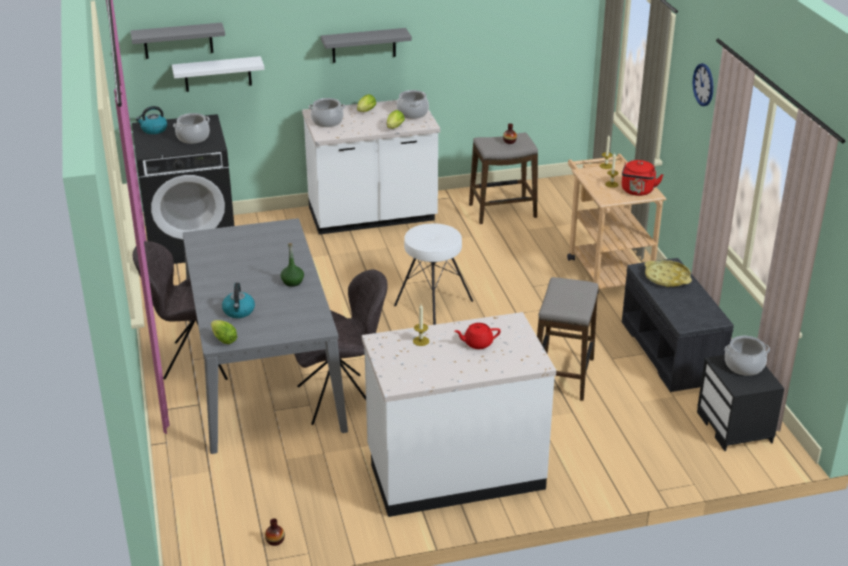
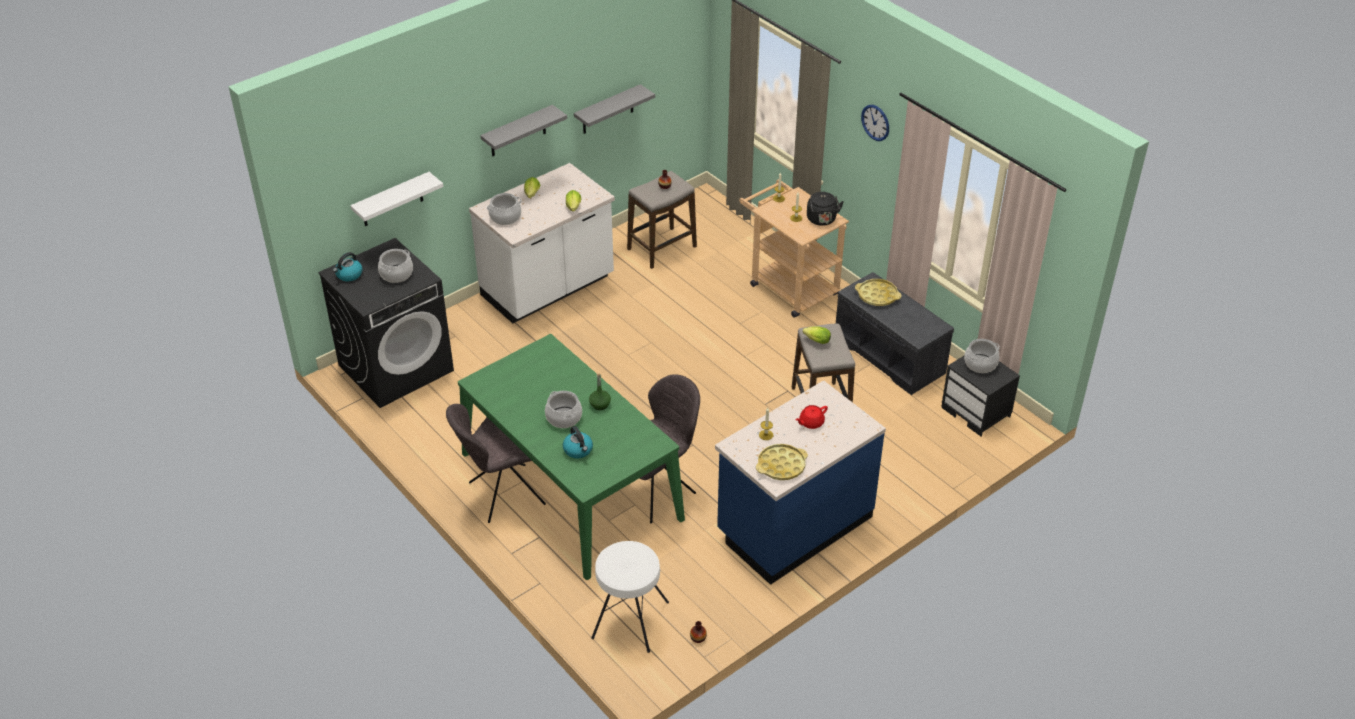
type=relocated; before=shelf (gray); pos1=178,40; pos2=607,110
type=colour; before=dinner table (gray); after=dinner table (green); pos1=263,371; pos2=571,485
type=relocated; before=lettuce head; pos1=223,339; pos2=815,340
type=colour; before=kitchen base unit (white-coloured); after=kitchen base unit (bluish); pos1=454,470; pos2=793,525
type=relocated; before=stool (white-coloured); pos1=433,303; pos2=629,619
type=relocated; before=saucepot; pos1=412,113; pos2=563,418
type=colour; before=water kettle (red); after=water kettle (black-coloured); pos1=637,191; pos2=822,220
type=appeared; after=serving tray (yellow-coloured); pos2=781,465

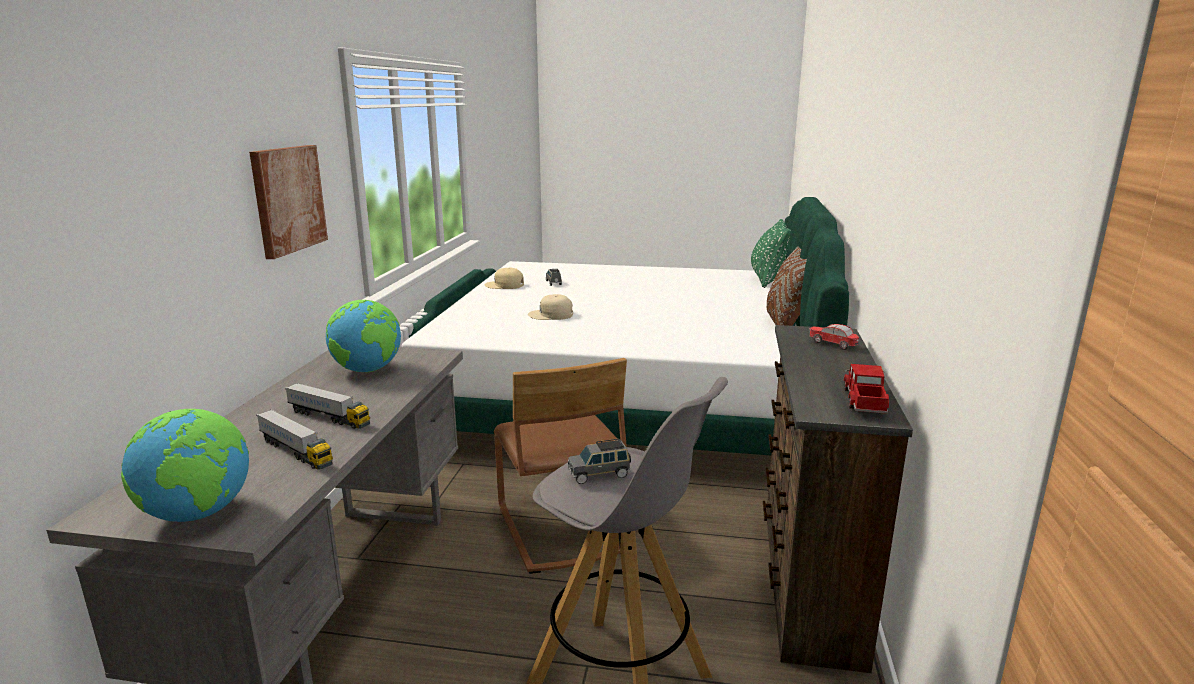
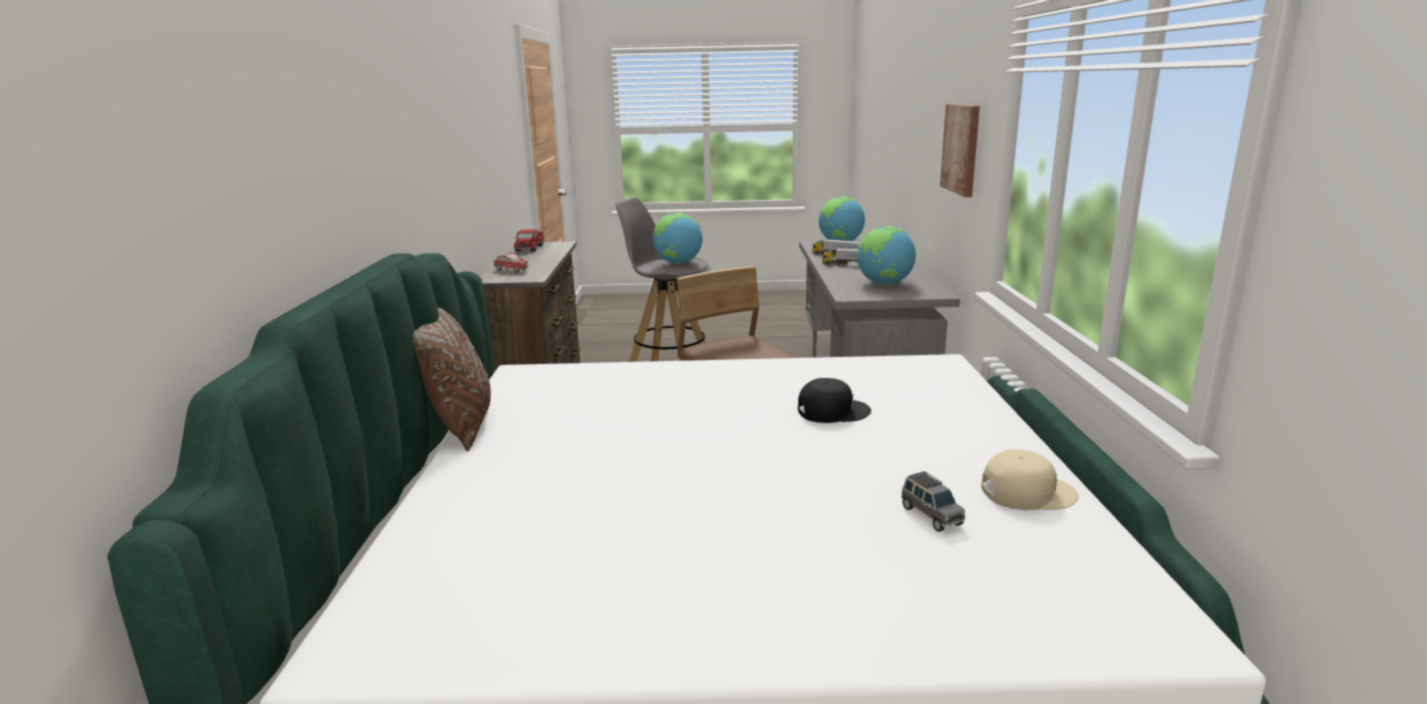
type=colour; before=baseball cap (sand-coloured); after=baseball cap (black-coloured); pos1=551,315; pos2=832,411
type=exchanged; before=toy car (gray); after=desk globe; pos1=599,474; pos2=678,263
type=missing; before=pillow (green); pos1=769,280

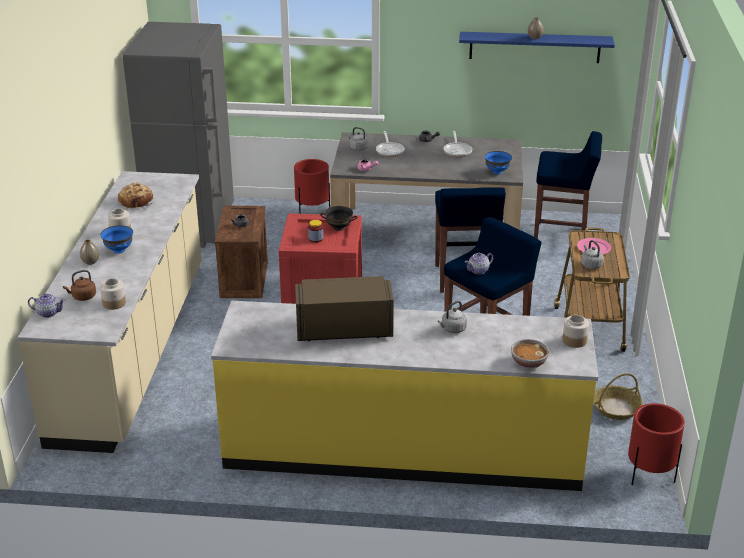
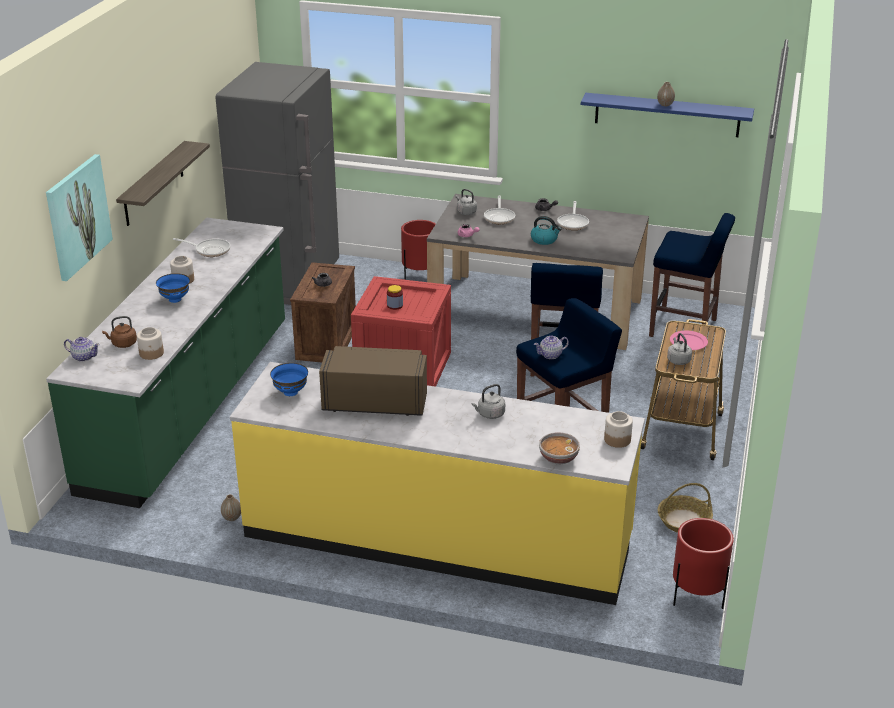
type=colour; before=kitchen base unit (sand-coloured); after=kitchen base unit (green); pos1=133,350; pos2=190,406
type=relocated; before=decorative vase; pos1=90,262; pos2=232,518
type=exchanged; before=baked bread; after=pan; pos1=136,201; pos2=210,250
type=missing; before=serving bowl (black-coloured); pos1=339,228
type=relocated; before=serving bowl (bluish); pos1=497,172; pos2=291,392
type=appeared; after=wall picture; pos2=78,216
type=appeared; after=shelf; pos2=153,184
type=appeared; after=water kettle; pos2=544,240

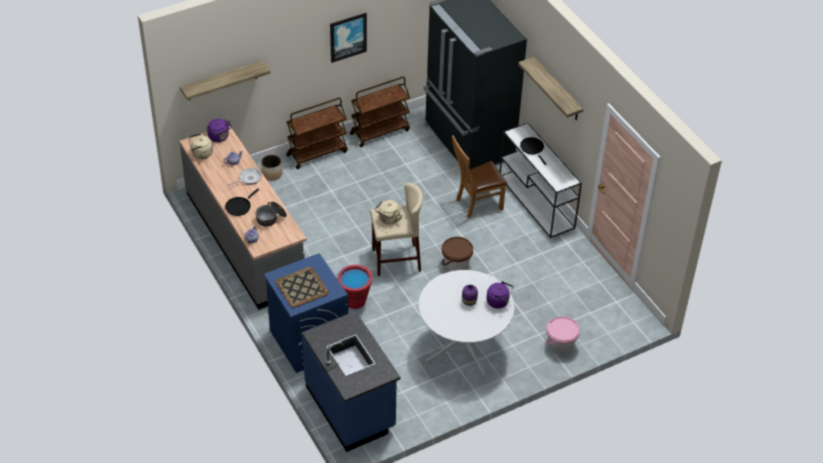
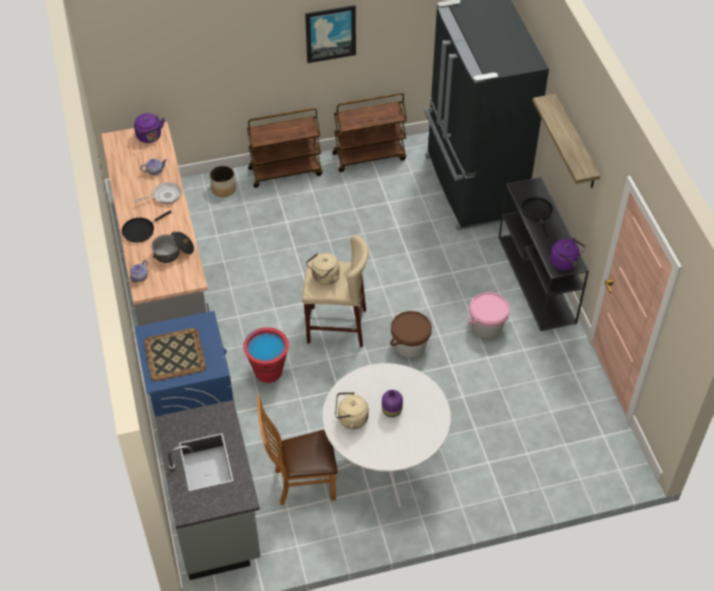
type=missing; before=shelf; pos1=222,81
type=relocated; before=water kettle (sand-coloured); pos1=201,154; pos2=350,419
type=colour; before=kitchen base unit (bluish); after=kitchen base unit (gray); pos1=351,407; pos2=216,518
type=relocated; before=plain chair (brown-coloured); pos1=476,204; pos2=300,483
type=relocated; before=water kettle (purple); pos1=499,302; pos2=565,263
type=colour; before=hall table (white-coloured); after=hall table (black-coloured); pos1=537,202; pos2=537,280
type=relocated; before=bucket (pinkish); pos1=560,344; pos2=487,326

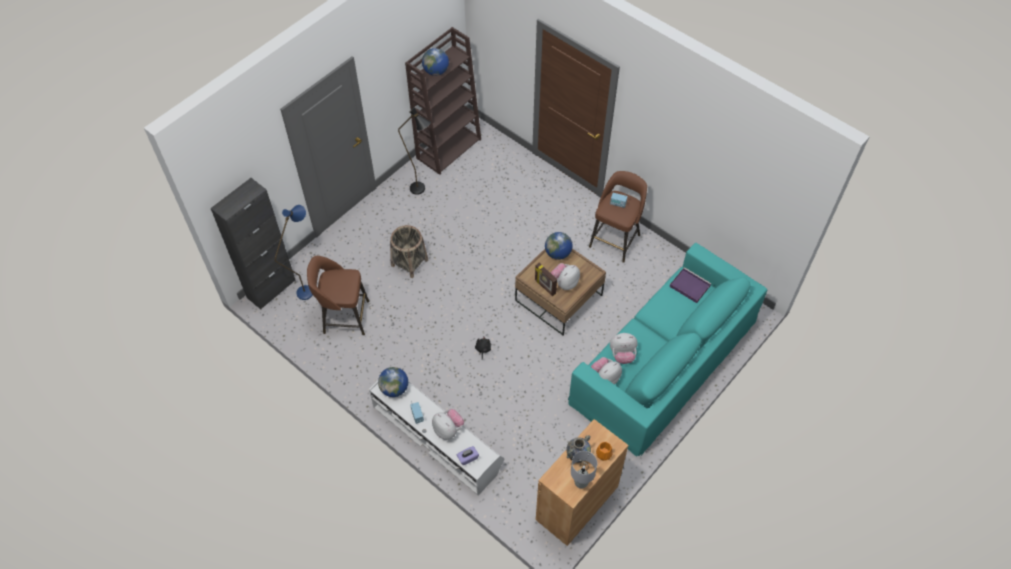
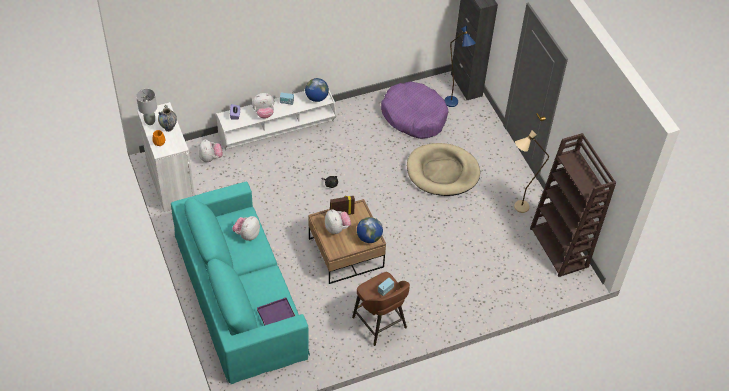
type=exchanged; before=stool (brown-coloured); after=dog cushion (purple); pos1=344,317; pos2=414,116
type=exchanged; before=household basket; after=dog cushion (sand-coloured); pos1=409,262; pos2=442,172
type=colour; before=floor lamp (black-coloured); after=floor lamp (sand-coloured); pos1=422,191; pos2=516,209
type=missing; before=desk globe; pos1=436,71
type=colour; before=cabinet (brown-coloured); after=cabinet (white-coloured); pos1=577,503; pos2=171,183
type=relocated; before=soft toy; pos1=605,378; pos2=210,158

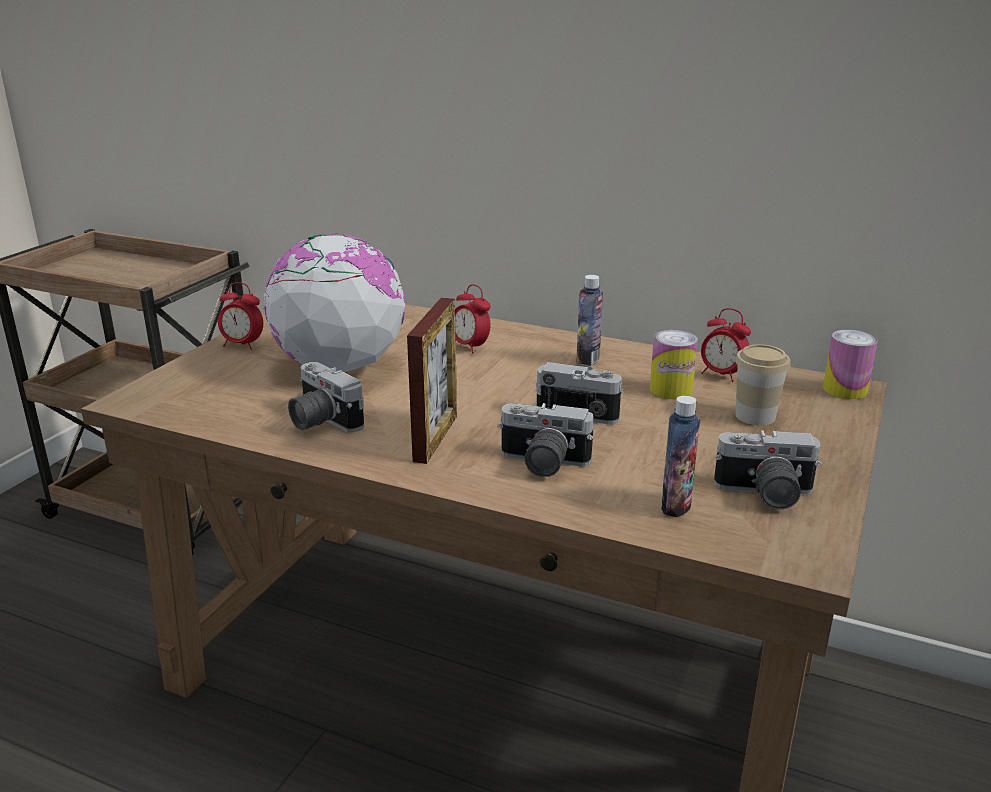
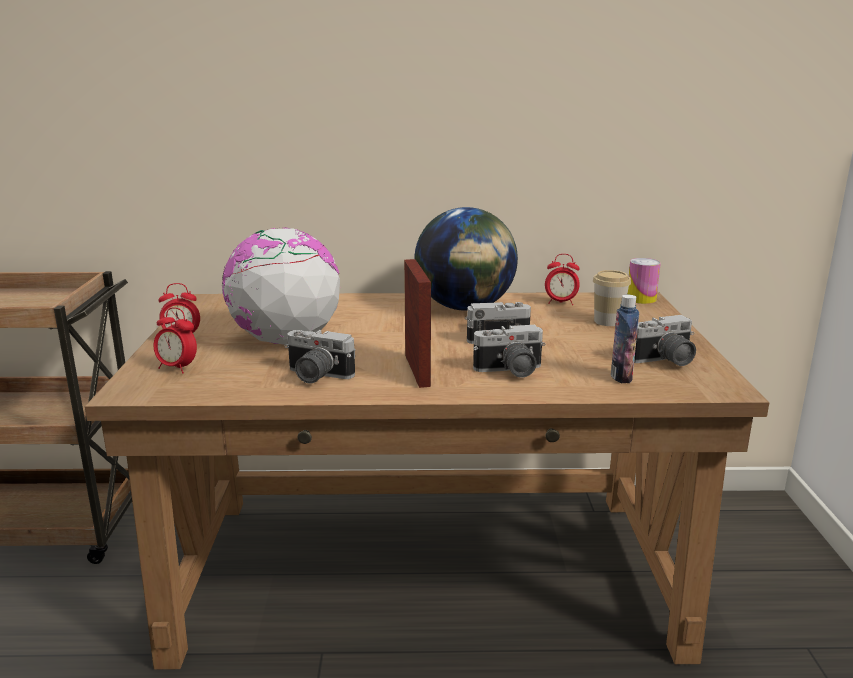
type=relocated; before=alarm clock; pos1=470,347; pos2=177,368
type=exchanged; before=drink bottle; after=desk globe; pos1=588,360; pos2=465,308
type=missing; before=can; pos1=670,390

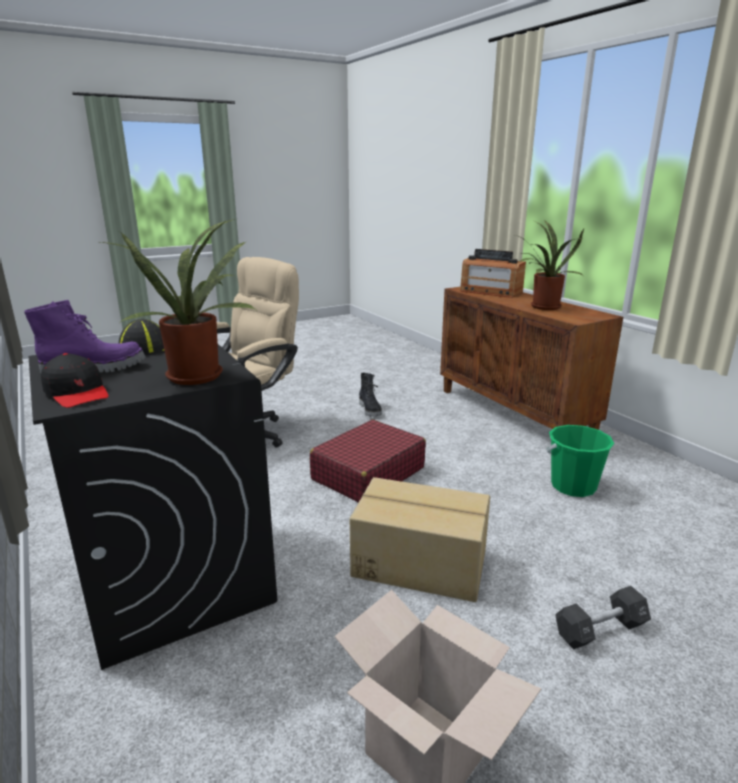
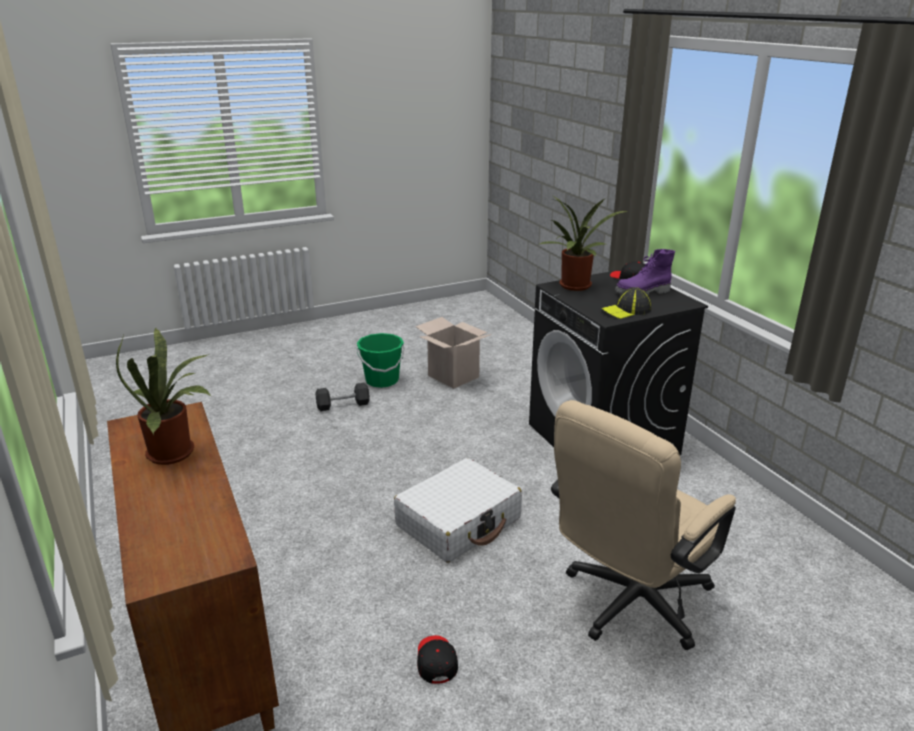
type=colour; before=travel case (red); after=travel case (white-coloured); pos1=368,474; pos2=459,522
type=missing; before=carton; pos1=419,562
type=exchanged; before=high-top boot (black-coloured); after=baseball cap (black-coloured); pos1=370,410; pos2=436,661
type=missing; before=radio set; pos1=490,292
type=relocated; before=bucket (green); pos1=573,486; pos2=382,380

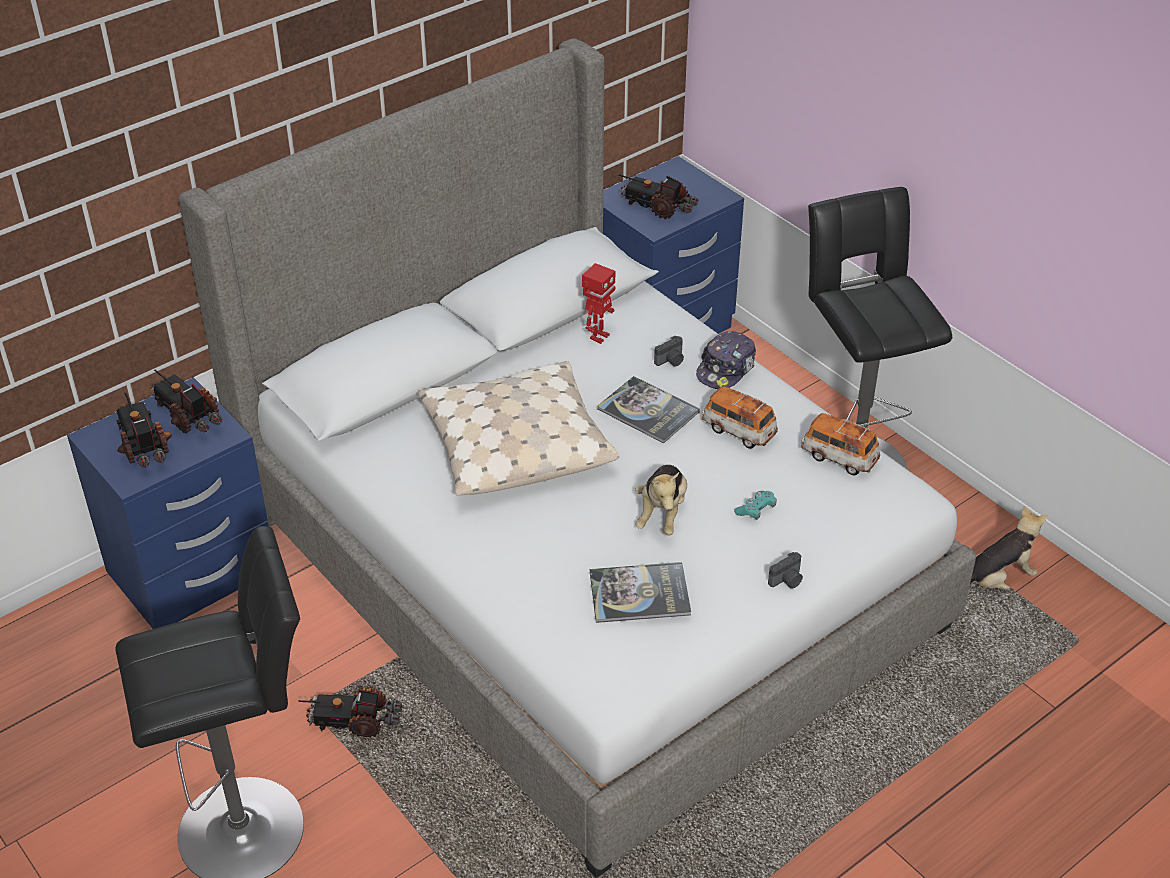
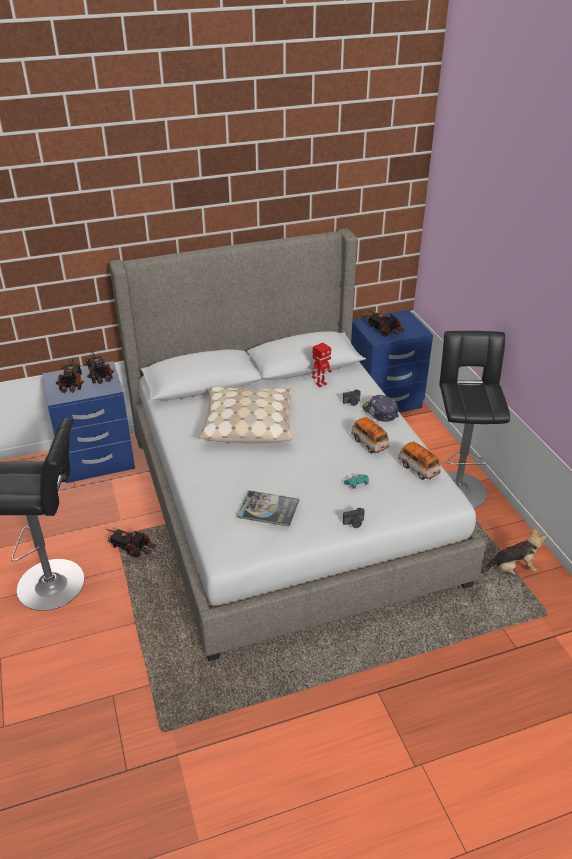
type=missing; before=volume; pos1=648,411
type=missing; before=soft toy; pos1=662,513
type=spun; before=baseball cap; pos1=726,369; pos2=379,412; turn=90

